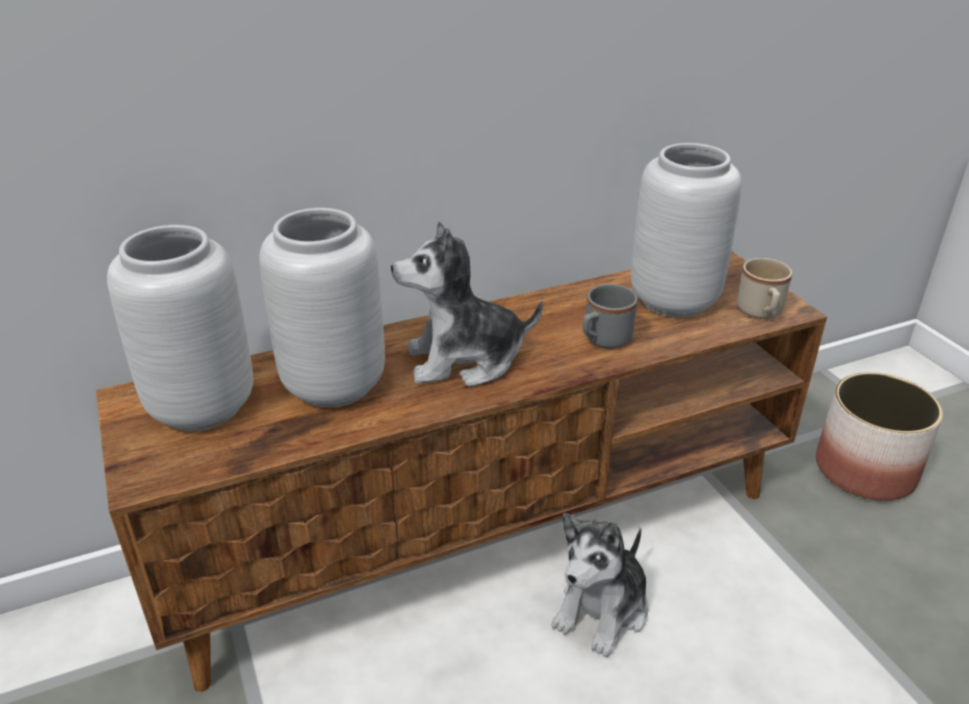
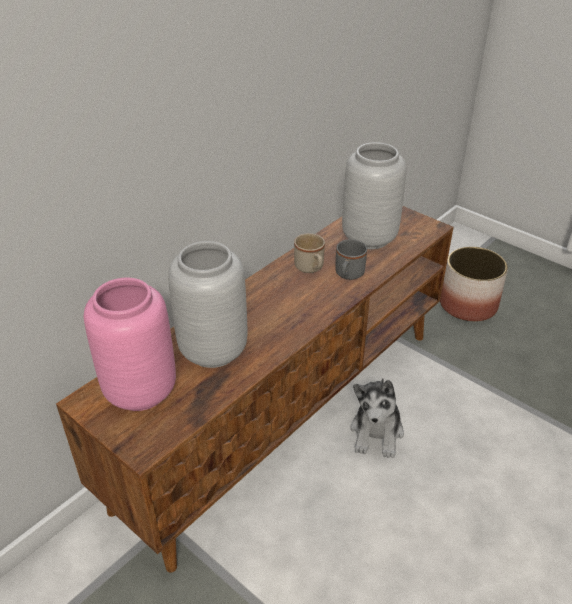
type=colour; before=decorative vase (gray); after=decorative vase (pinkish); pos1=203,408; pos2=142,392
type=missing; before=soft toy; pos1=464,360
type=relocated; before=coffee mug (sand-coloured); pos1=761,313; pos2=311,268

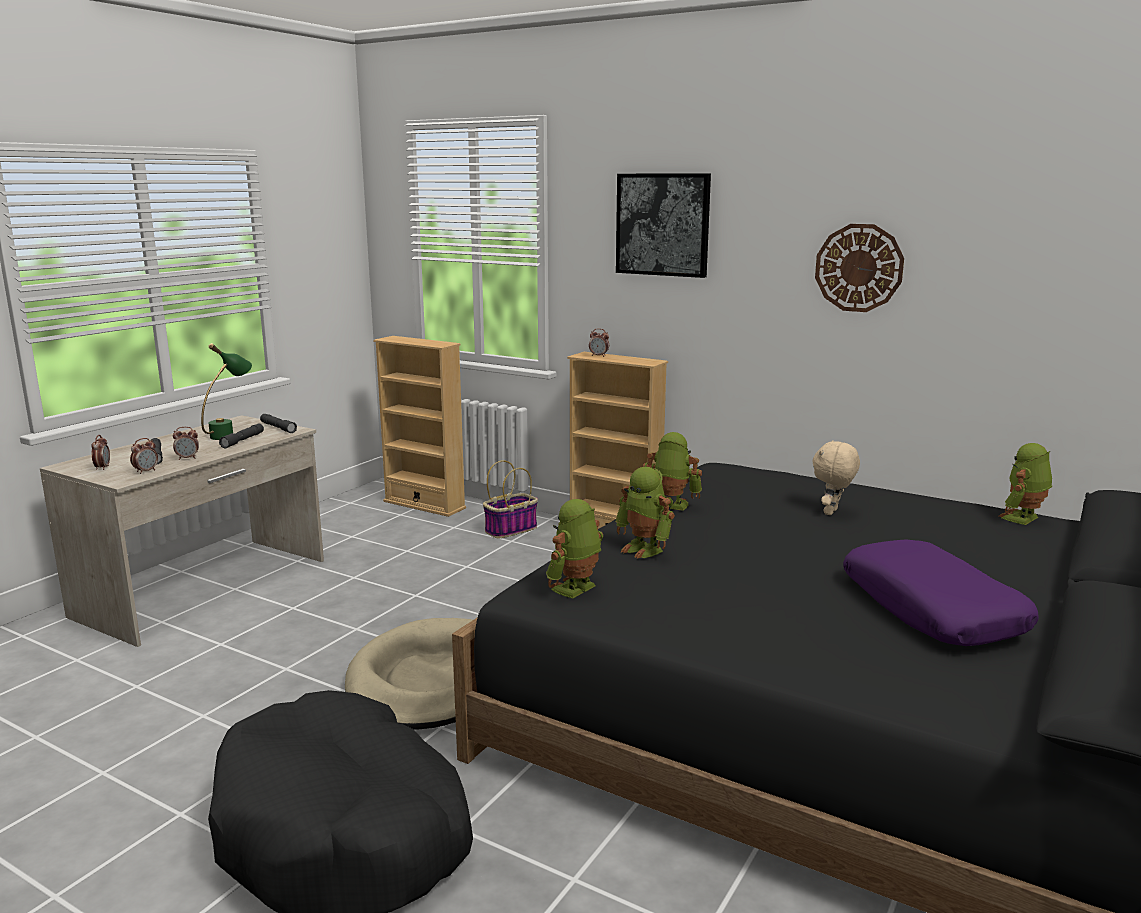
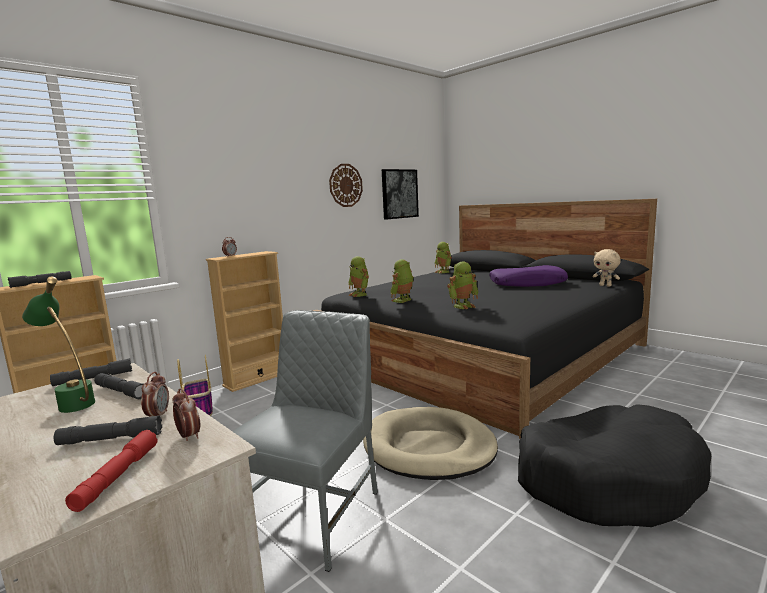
type=exchanged; before=alarm clock; after=hand torch (red); pos1=102,468; pos2=117,477
type=relocated; before=robot figure; pos1=576,589; pos2=360,294
type=relocated; before=wall picture; pos1=663,224; pos2=399,194
type=relocated; before=soft toy (sand-coloured); pos1=832,512; pos2=605,285
type=appeared; after=hand torch (gray); pos2=41,283
type=appeared; after=plain chair (gray); pos2=314,513

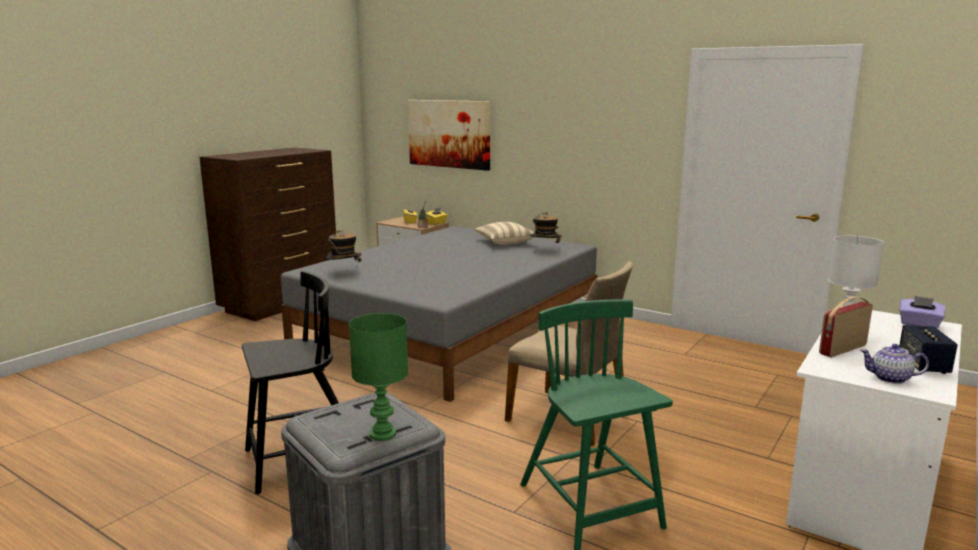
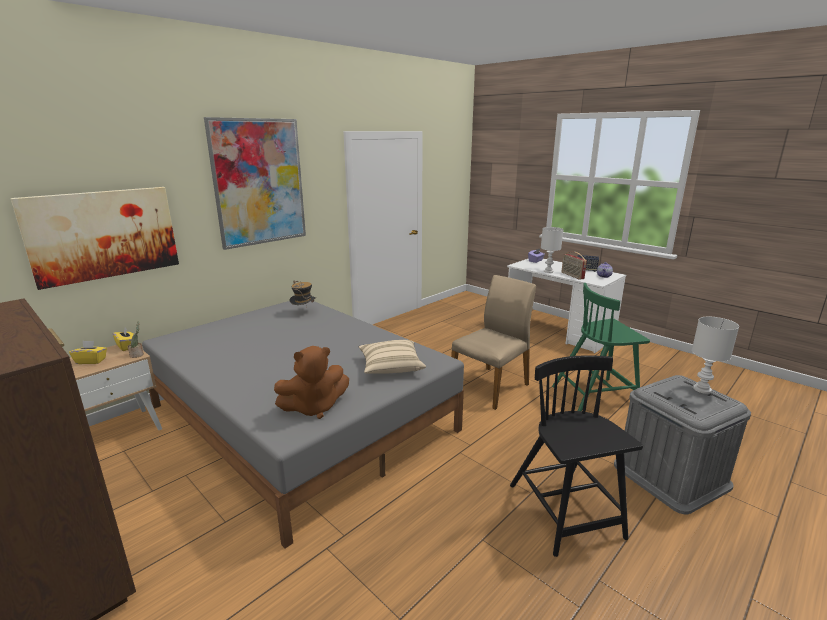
type=exchanged; before=wearable hat; after=soft toy (brown-coloured); pos1=344,272; pos2=314,407
type=colour; before=lamp for a table (green); after=lamp for a table (white-coloured); pos1=383,435; pos2=702,389
type=relocated; before=pillow (sand-coloured); pos1=504,242; pos2=391,367
type=appeared; after=wall picture; pos2=259,182

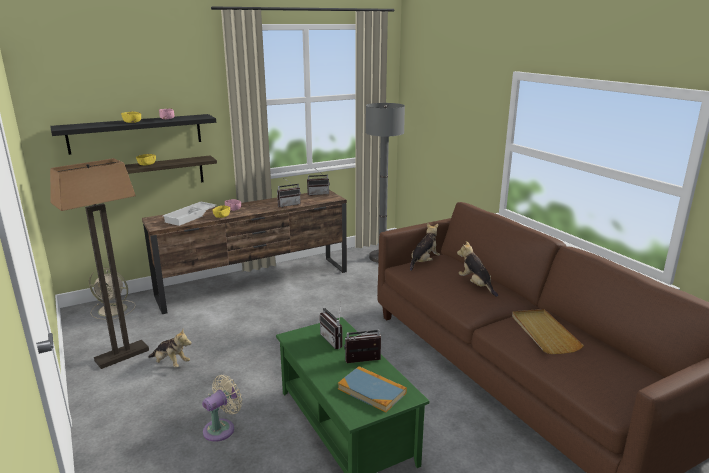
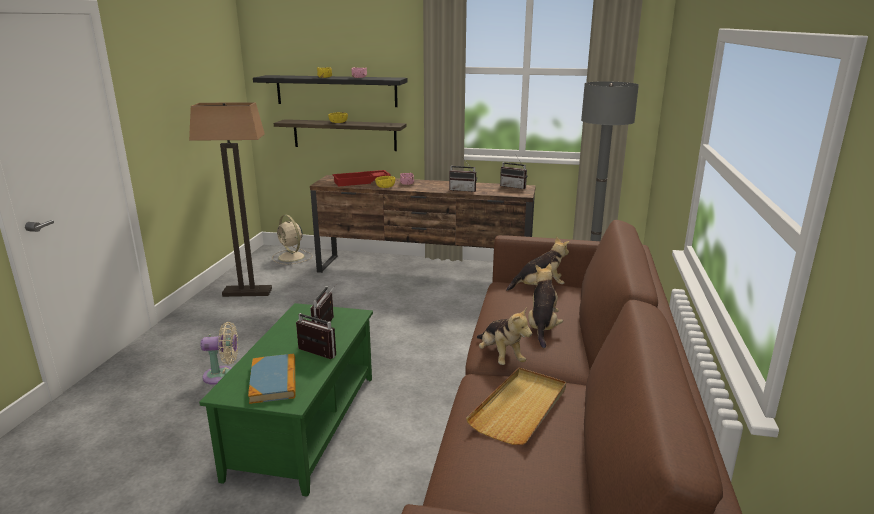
type=relocated; before=soft toy; pos1=171,363; pos2=500,357
type=colour; before=serving tray (white-coloured); after=serving tray (red); pos1=191,217; pos2=361,182

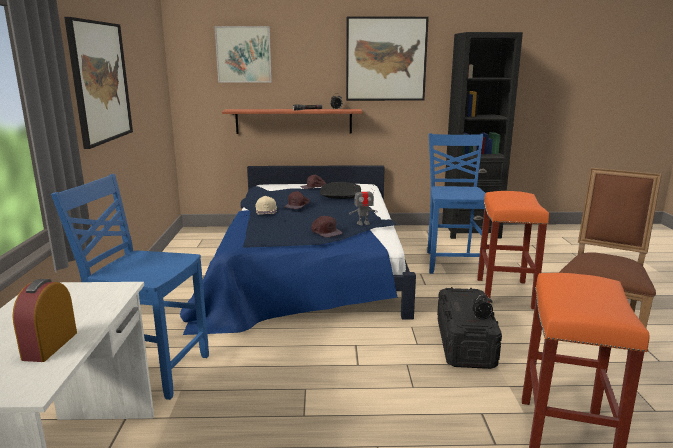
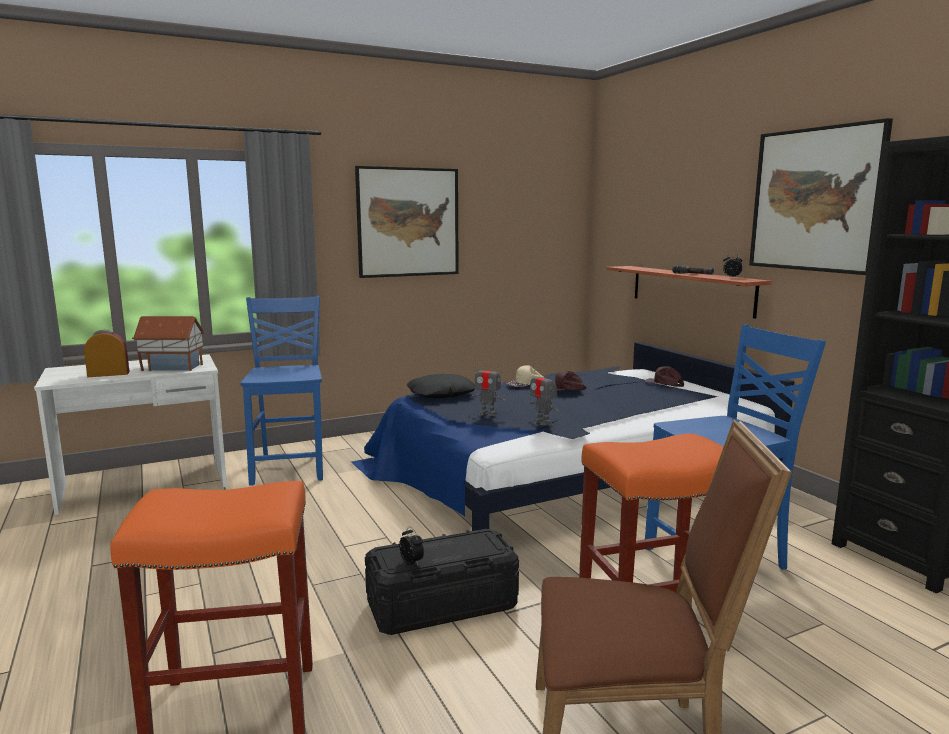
type=missing; before=wall picture; pos1=243,54
type=exchanged; before=baseball cap (brown-coloured); after=robot figure; pos1=326,232; pos2=487,413
type=relocated; before=pillow (black-coloured); pos1=341,196; pos2=441,394
type=appeared; after=miniature house; pos2=172,367

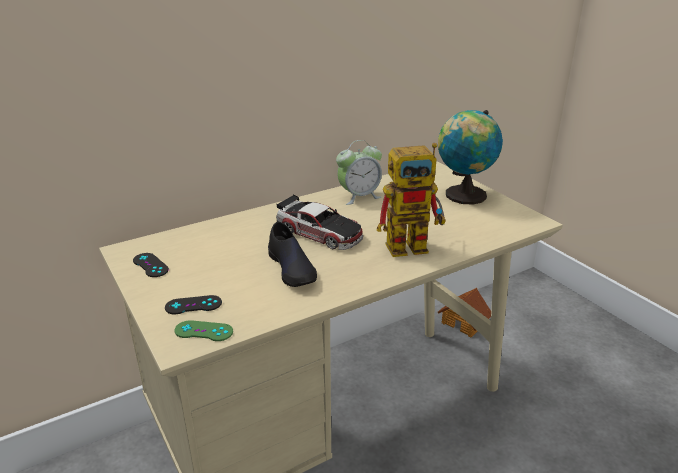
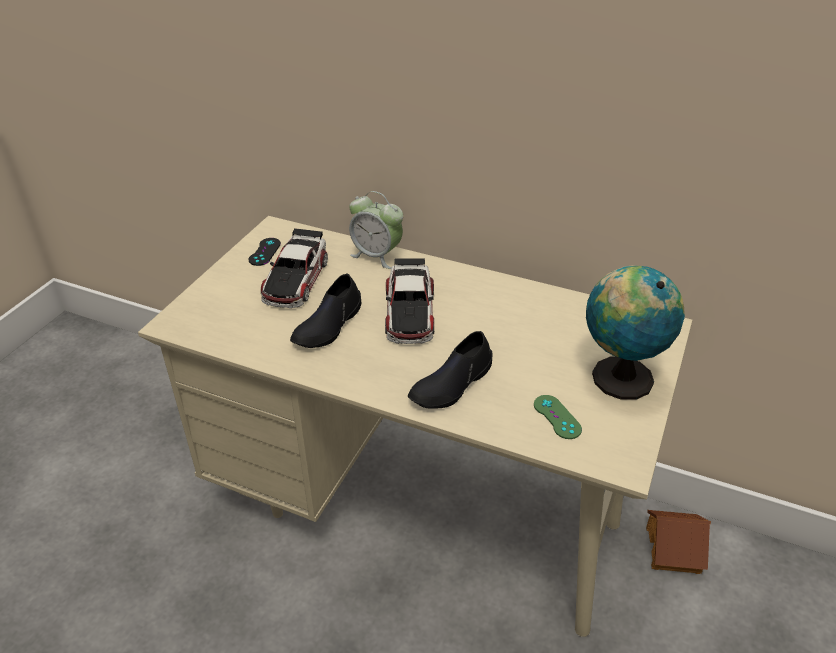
type=missing; before=gamepad (black-coloured); pos1=193,305
type=relocated; before=gamepad (green); pos1=203,331; pos2=557,417
type=relocated; before=alarm clock; pos1=359,196; pos2=376,255
type=exchanged; before=robot figure; after=shoe (black-coloured); pos1=414,245; pos2=451,384
type=appeared; after=toy car; pos2=296,279

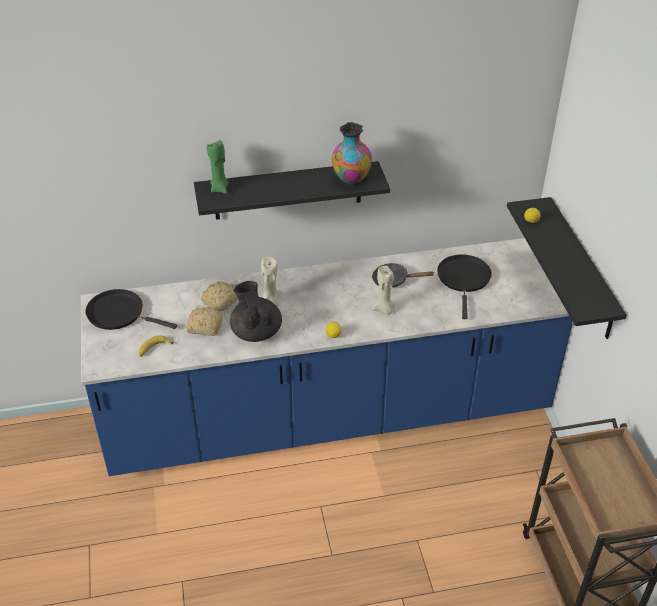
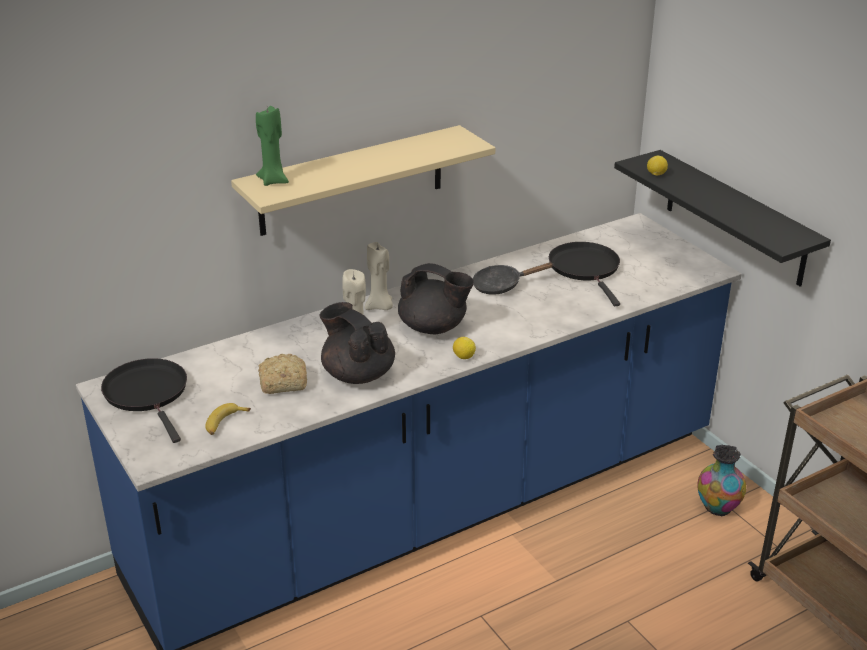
type=spun; before=pan (black-coloured); pos1=119,313; pos2=148,393; turn=60
type=colour; before=shelf (black-coloured); after=shelf (sand-coloured); pos1=288,190; pos2=352,181
type=missing; before=baked bread; pos1=221,301
type=relocated; before=decorative vase; pos1=351,180; pos2=717,508
type=relocated; before=candle (sand-coloured); pos1=384,309; pos2=380,307
type=appeared; after=pot for tea (black-coloured); pos2=433,327

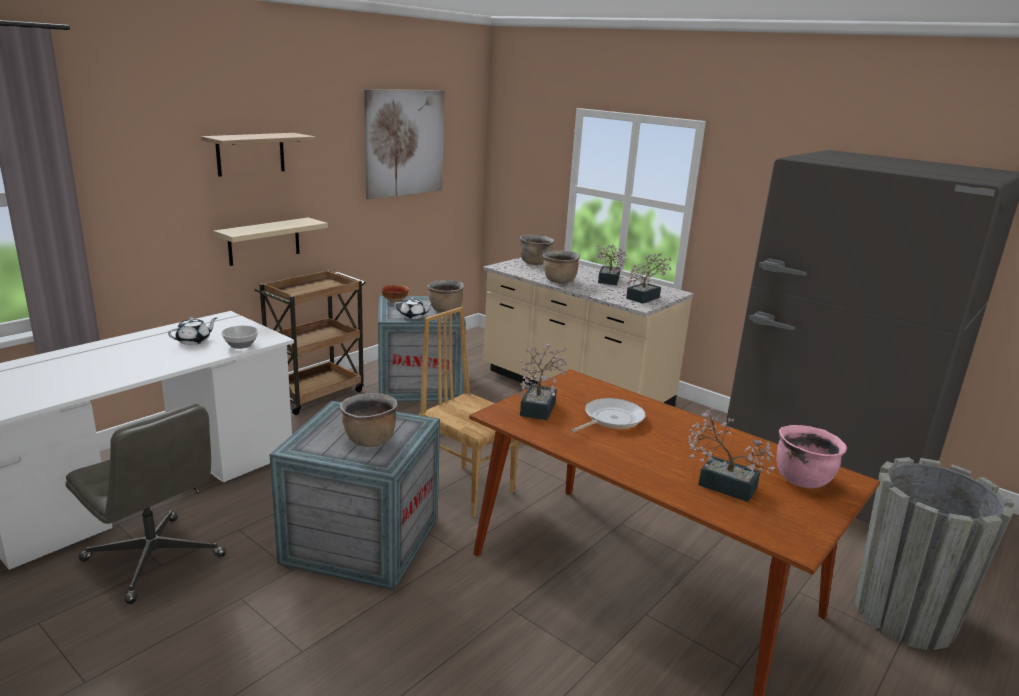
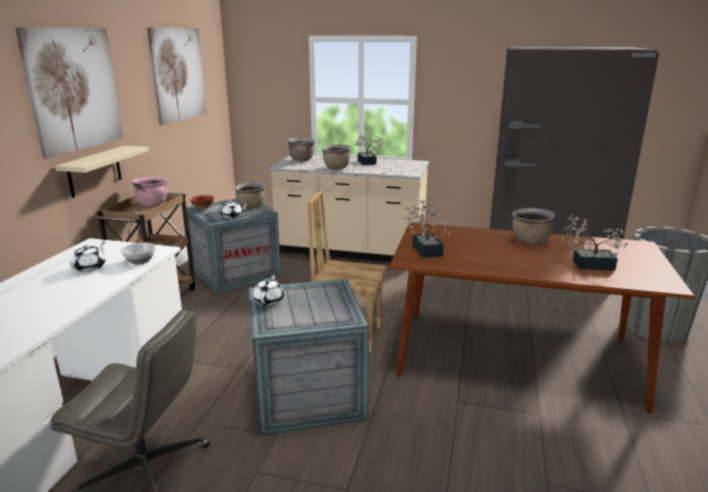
type=exchanged; before=shelf; after=wall picture; pos1=250,154; pos2=74,89
type=relocated; before=saucepot (brown-coloured); pos1=369,440; pos2=530,242
type=missing; before=pan; pos1=611,419
type=missing; before=potted plant; pos1=645,297
type=relocated; before=saucepot (pinkish); pos1=802,479; pos2=152,204
type=appeared; after=pot for tea (white-coloured); pos2=269,300

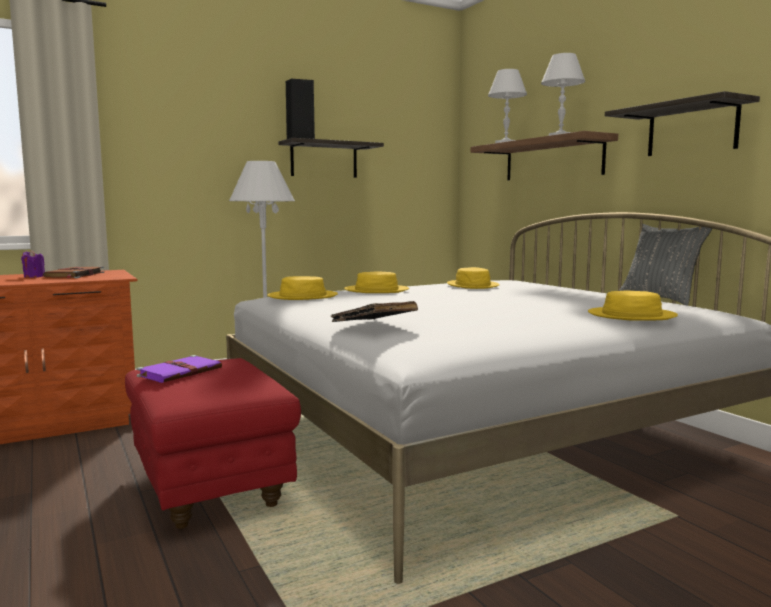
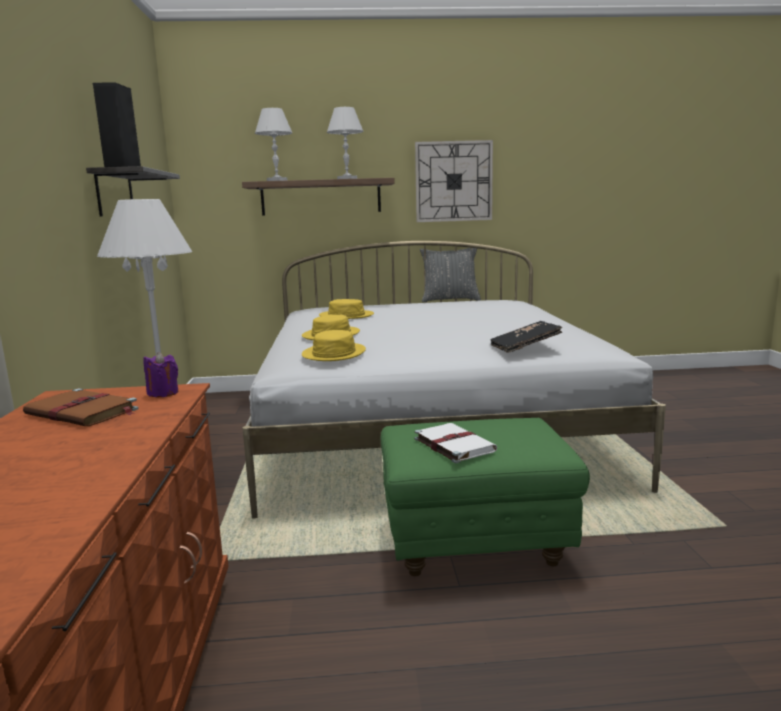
type=relocated; before=candle (purple); pos1=34,276; pos2=163,393
type=colour; before=footrest (red); after=footrest (green); pos1=212,488; pos2=475,544
type=colour; before=volume (purple); after=volume (white-coloured); pos1=181,372; pos2=453,444
type=missing; before=wearable hat (yellow-coloured); pos1=631,316
type=exchanged; before=shelf; after=hanging clock; pos1=692,129; pos2=453,181

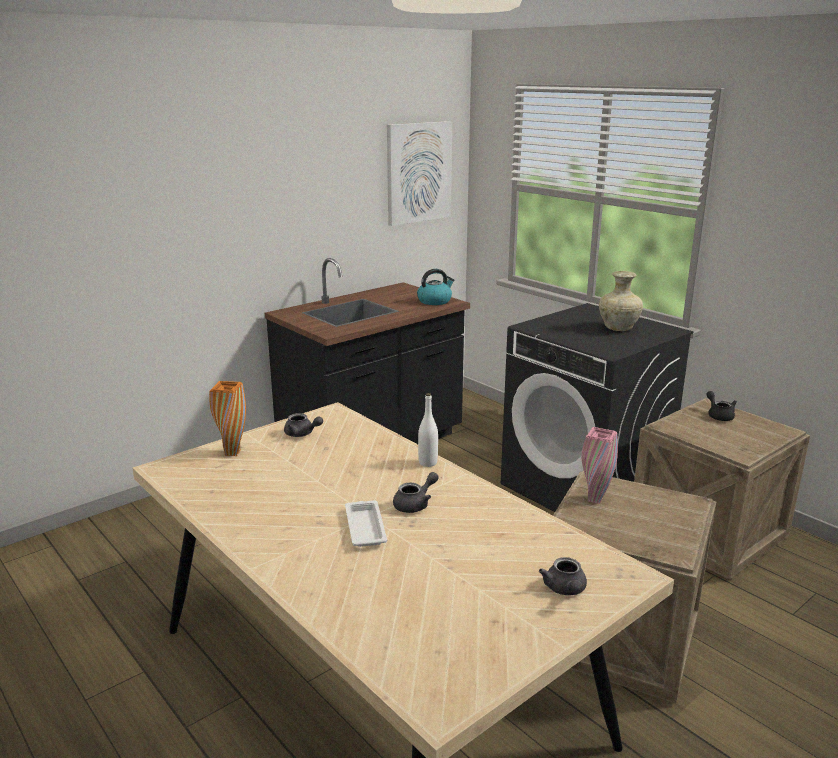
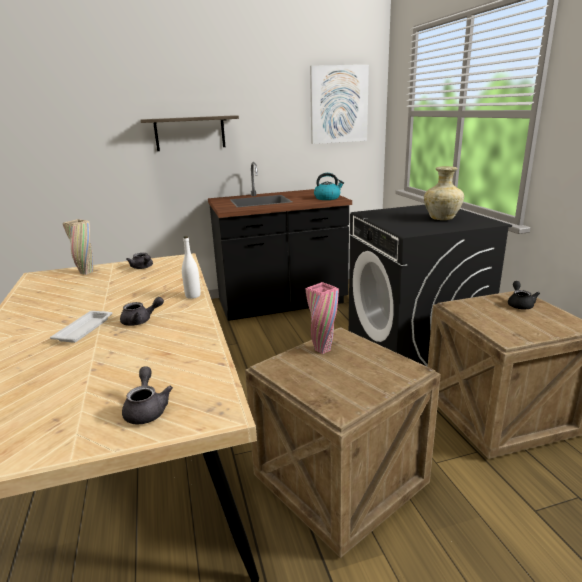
type=colour; before=decorative vase (orange); after=decorative vase (sand-coloured); pos1=232,453; pos2=86,272
type=spun; before=pot for tea (gray); pos1=565,590; pos2=147,409; turn=150
type=appeared; after=shelf; pos2=190,133

